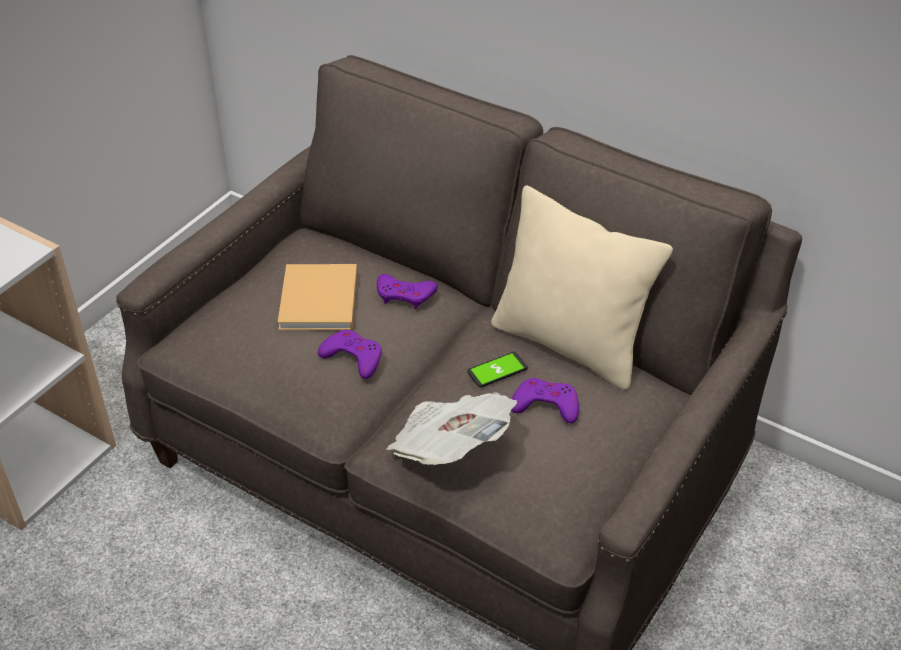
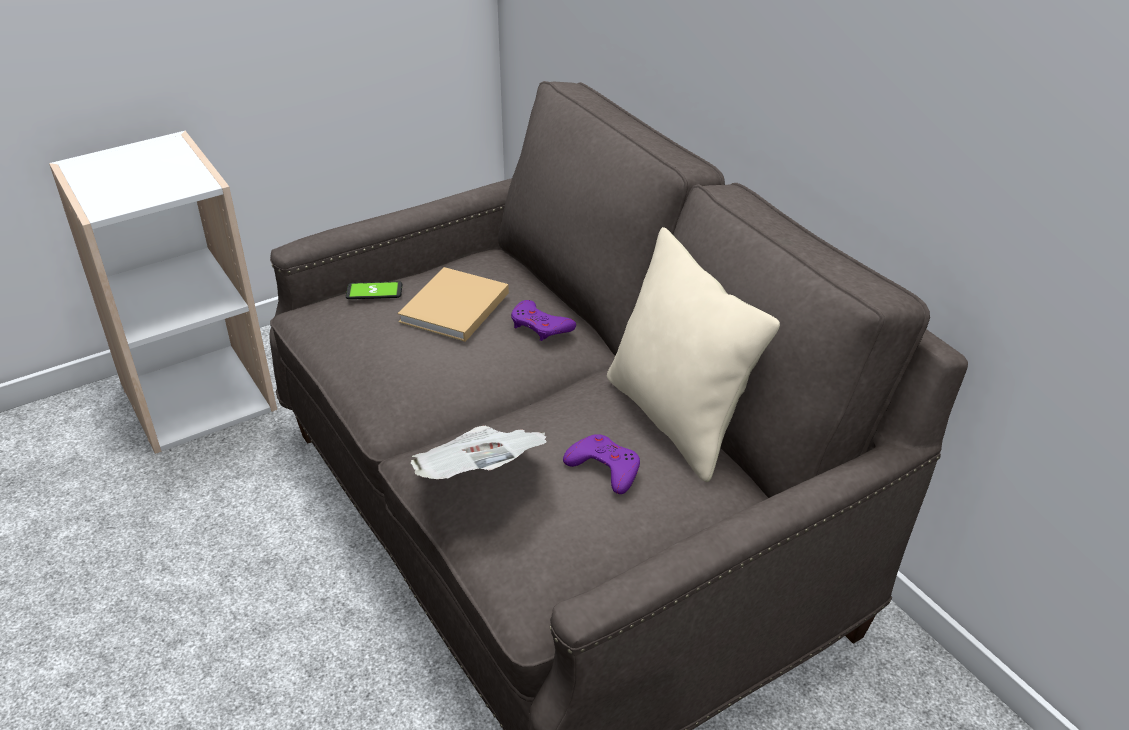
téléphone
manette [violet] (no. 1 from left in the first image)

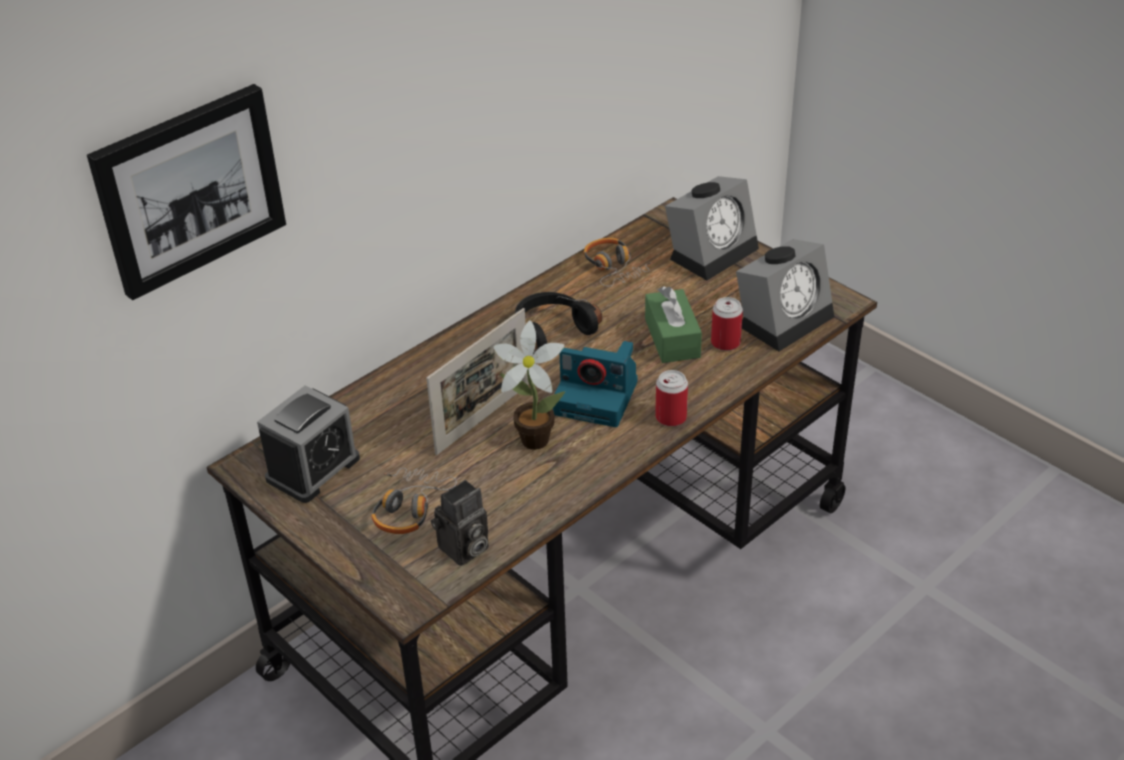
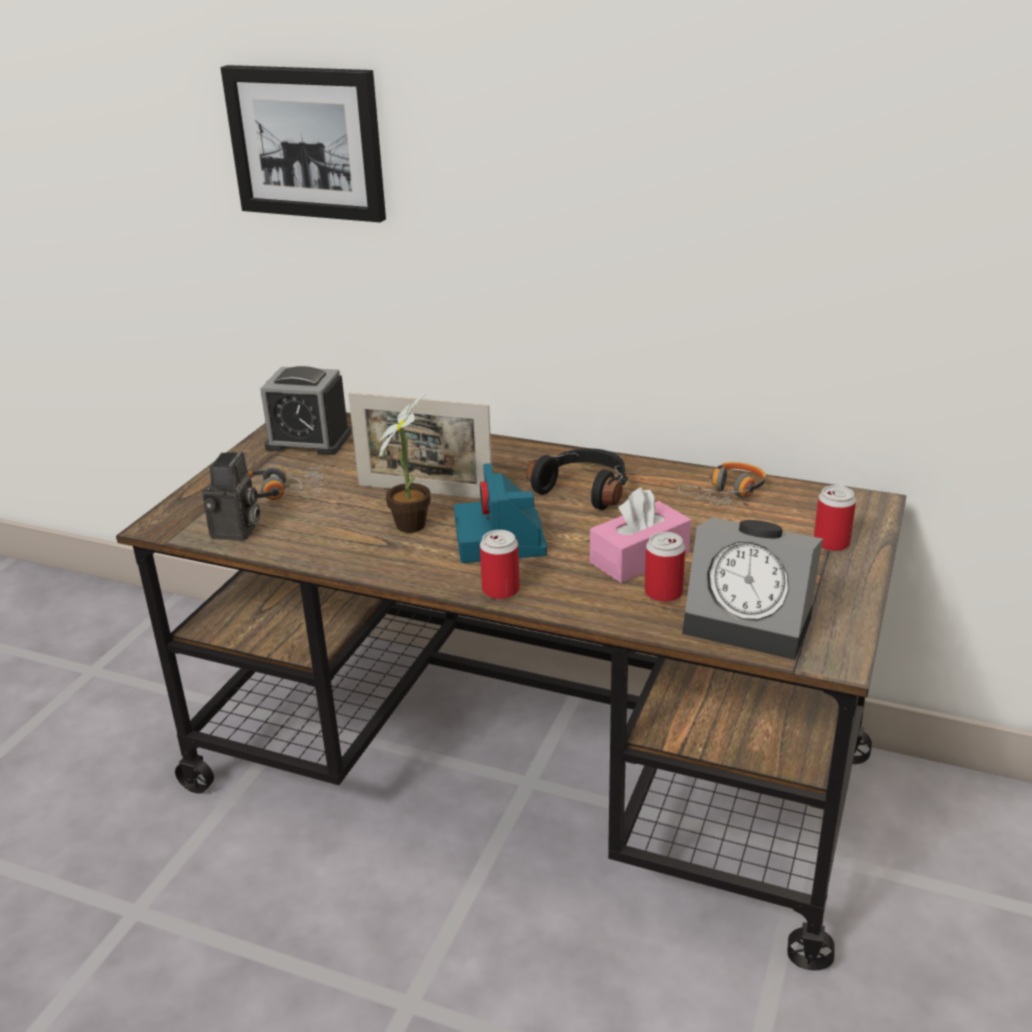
appareil photo (no. 1 from left)
boîte à mouchoirs [rose]
boîte métallique (no. 3 from left)

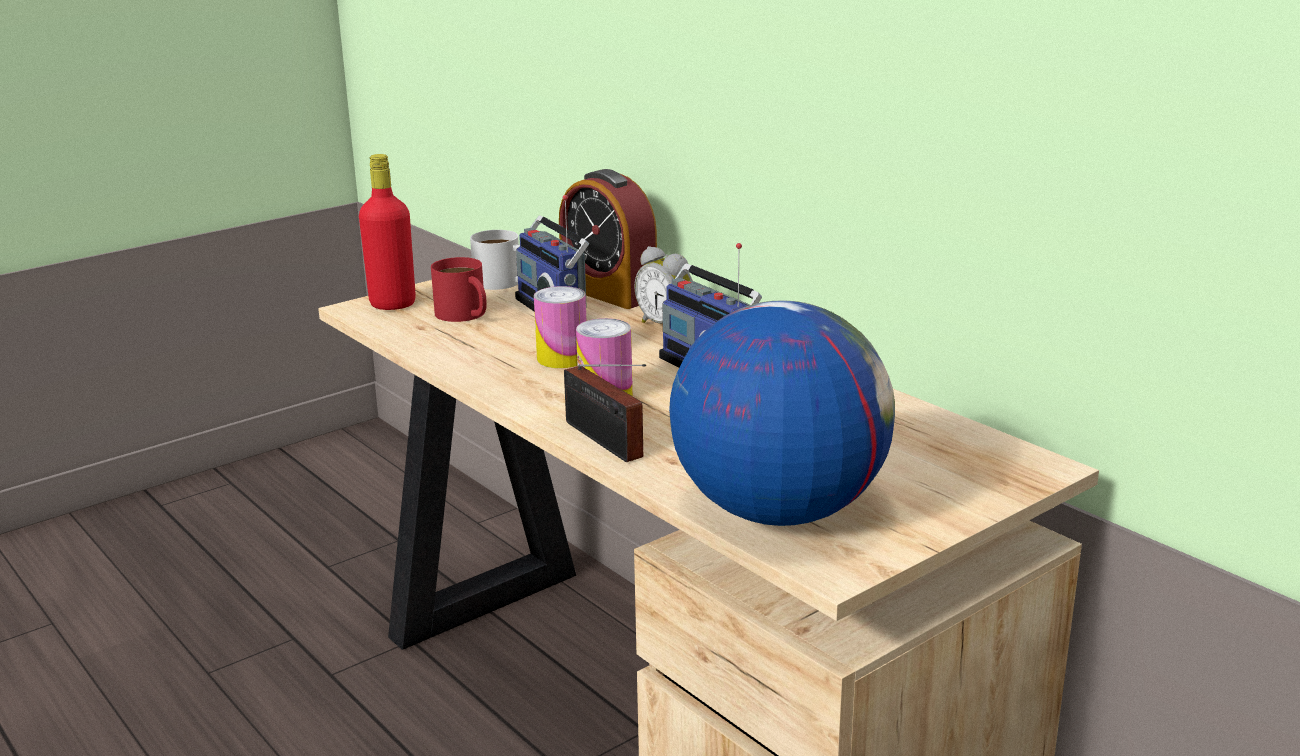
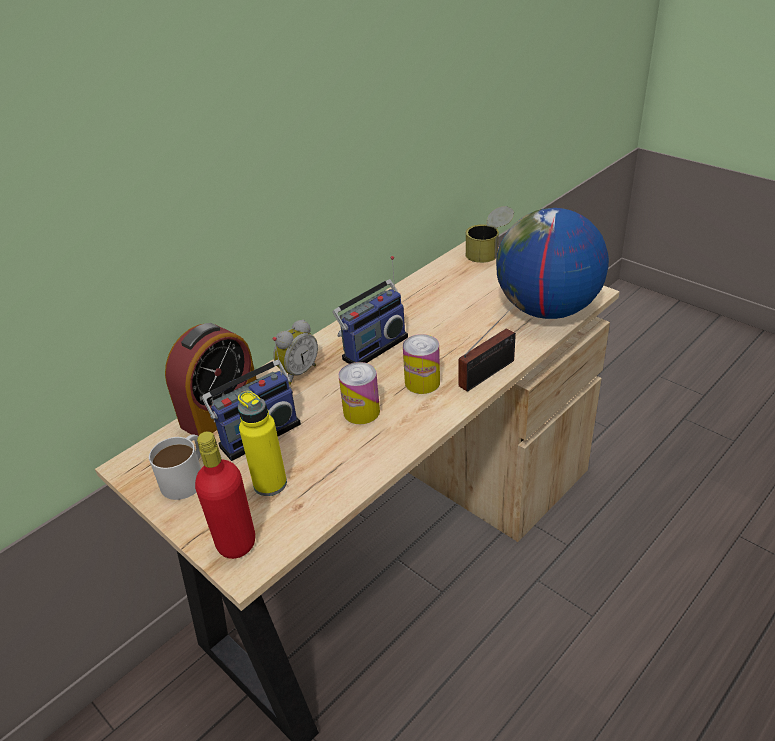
bouteille [jaune]
boîte métallique (no. 3 from left)

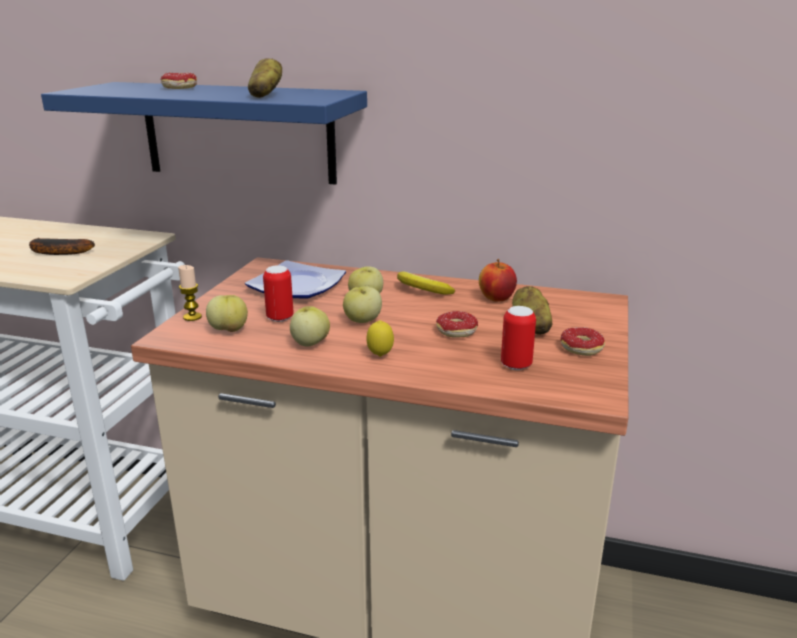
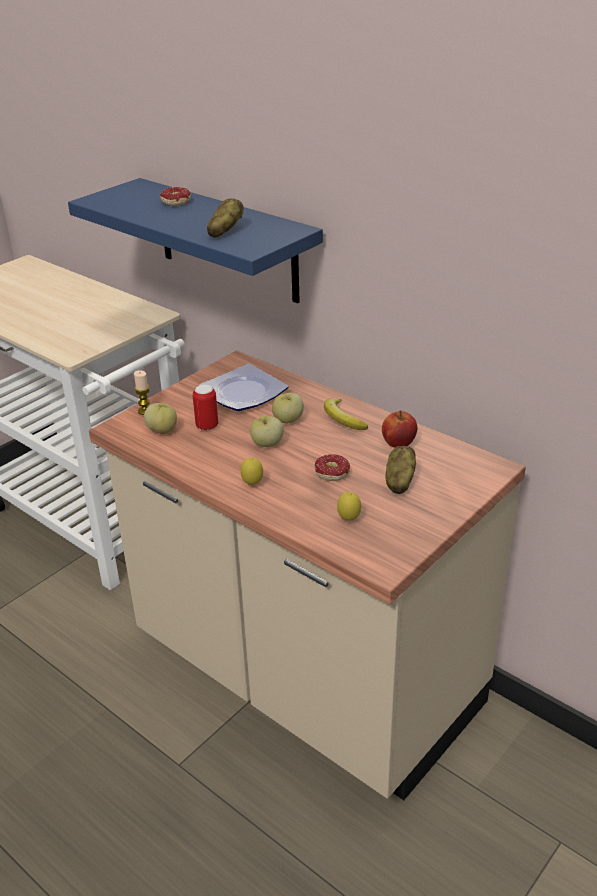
citron (no. 2 from left)
banane (no. 1 from left in the first image)
pomme (no. 2 from left in the first image)
beignet (no. 3 from left in the first image)

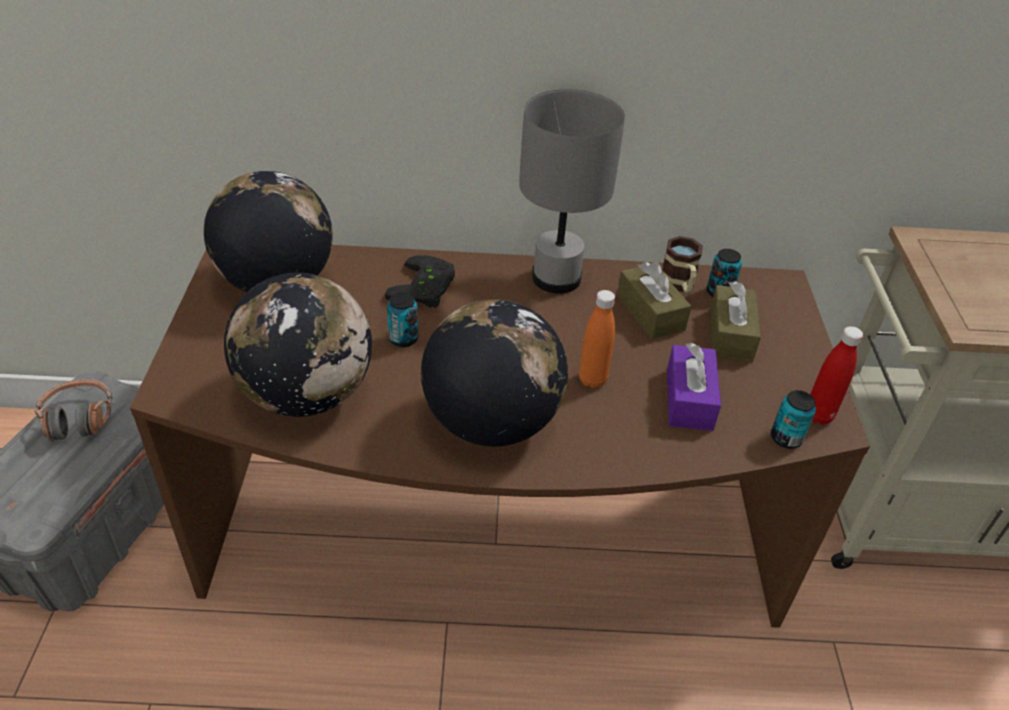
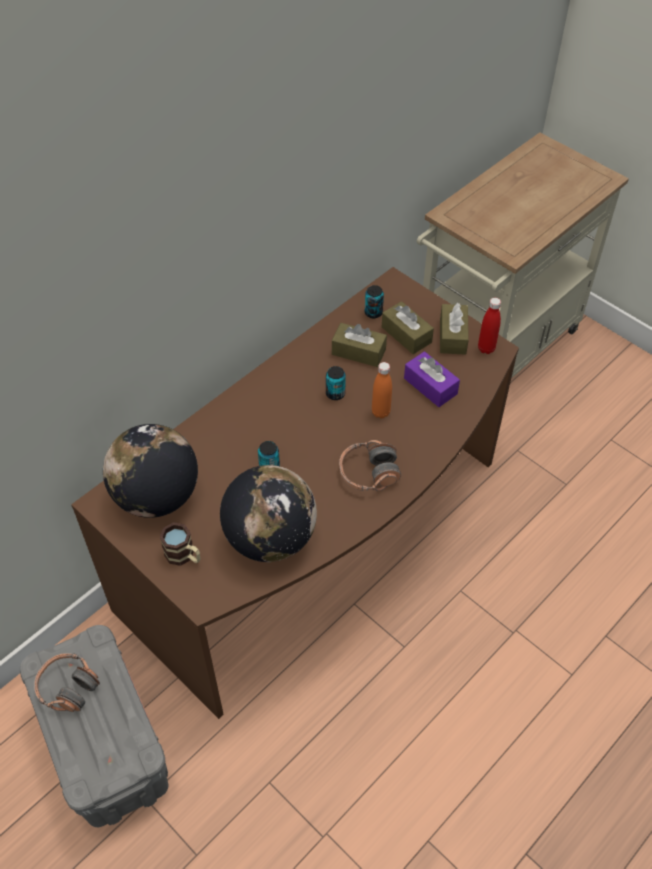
mug
boîte métallique (no. 2 from left)
casque audio (no. 2 from left)
boîte à mouchoirs [marron] (no. 3 from left)
manette [noir]
lampe de table [gris]

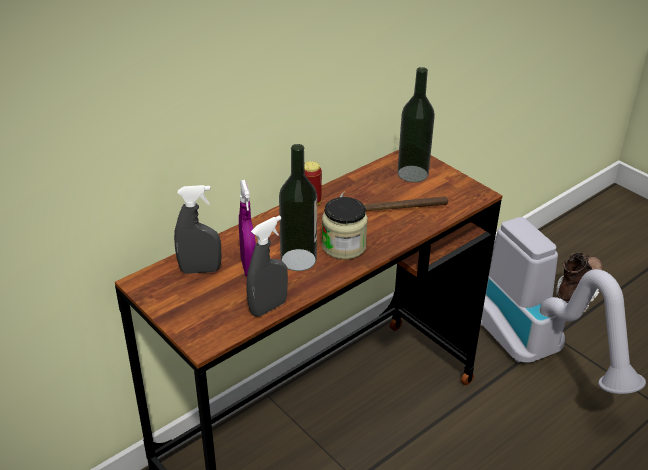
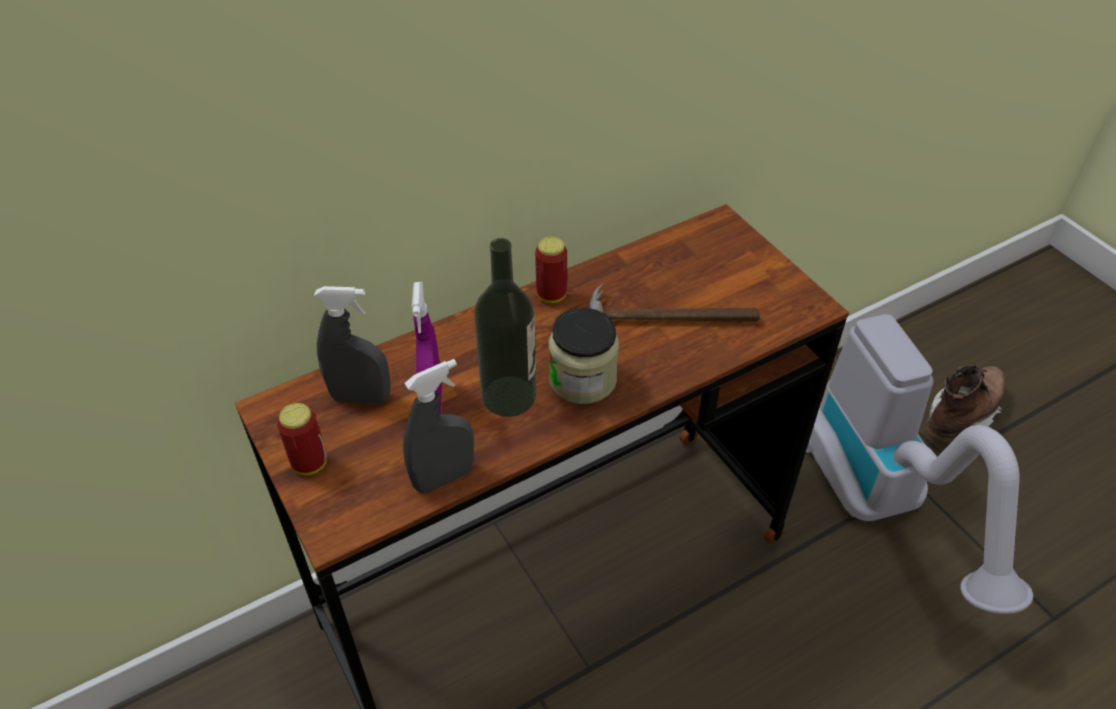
boîte métallique (no. 1 from left)
bouteille (no. 2 from left in the first image)

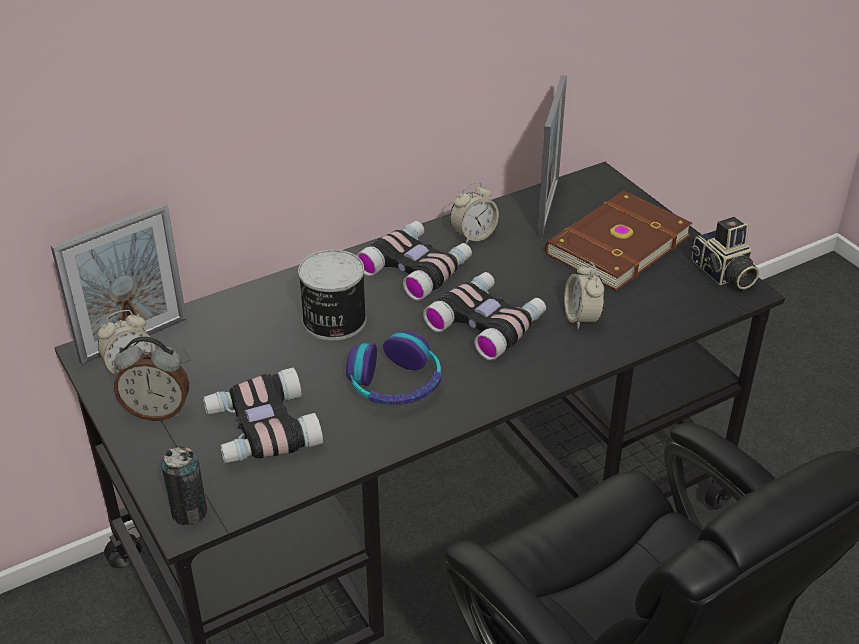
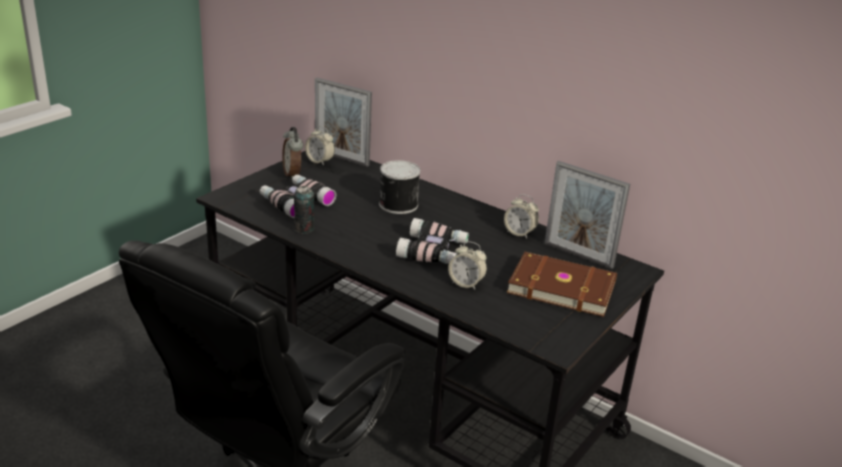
boîte métallique (no. 1 from left)
réveil (no. 3 from left)
cadre photo (no. 2 from left)
casque audio
jumelles (no. 2 from left in the first image)
appareil photo

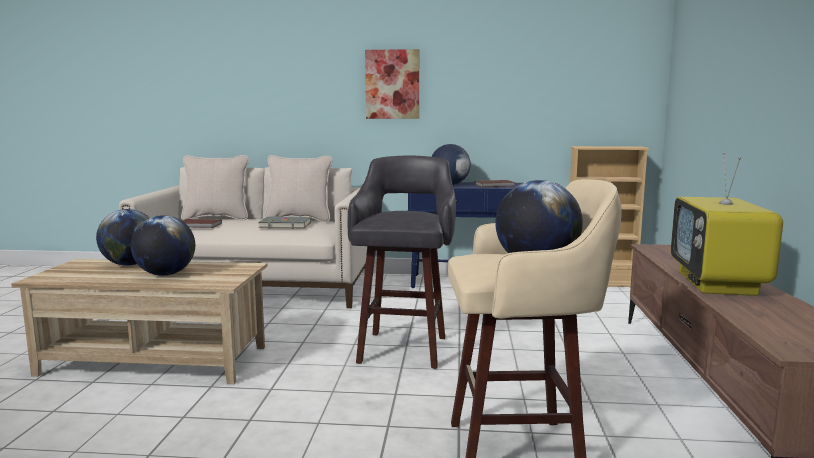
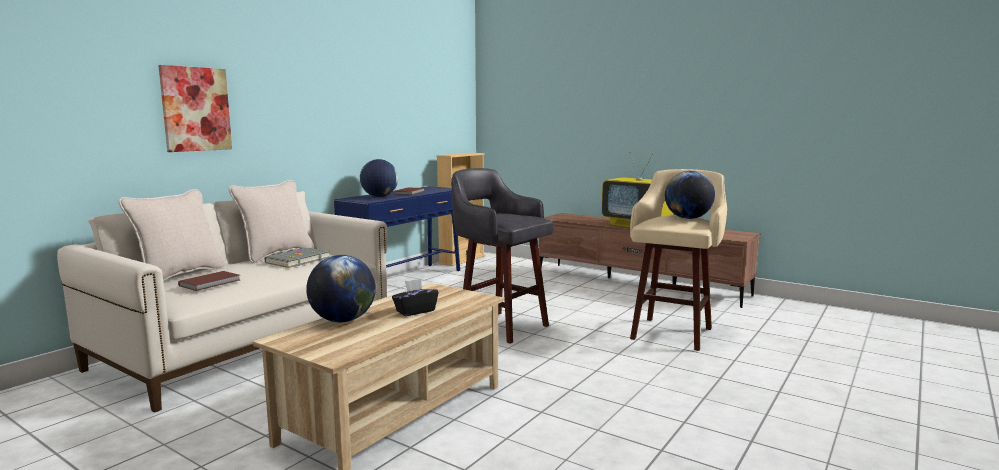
tableau
boîte à mouchoirs [noir]

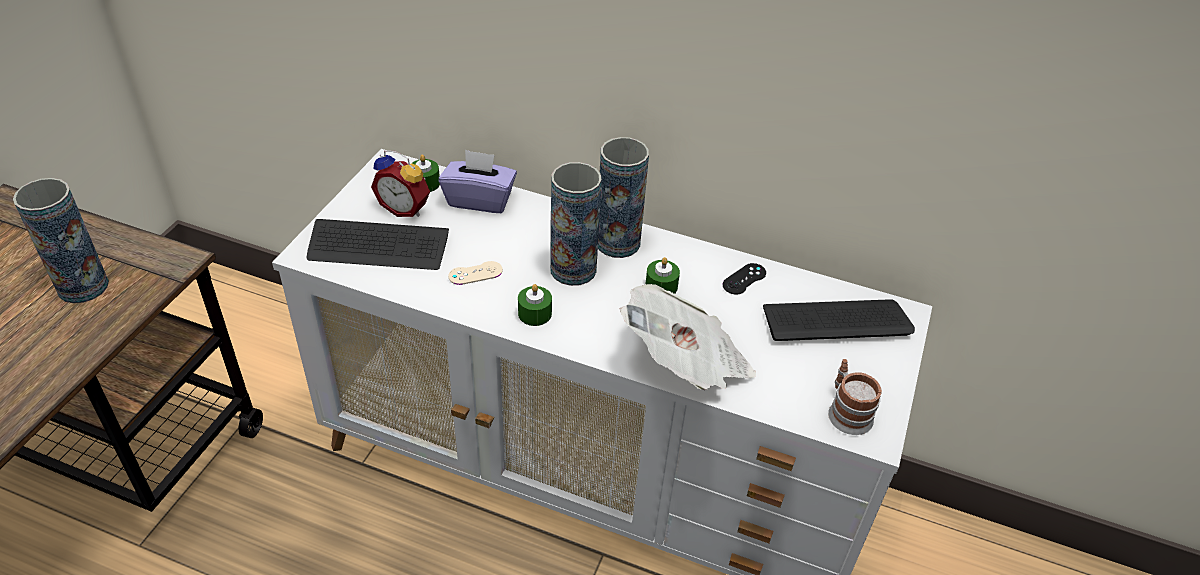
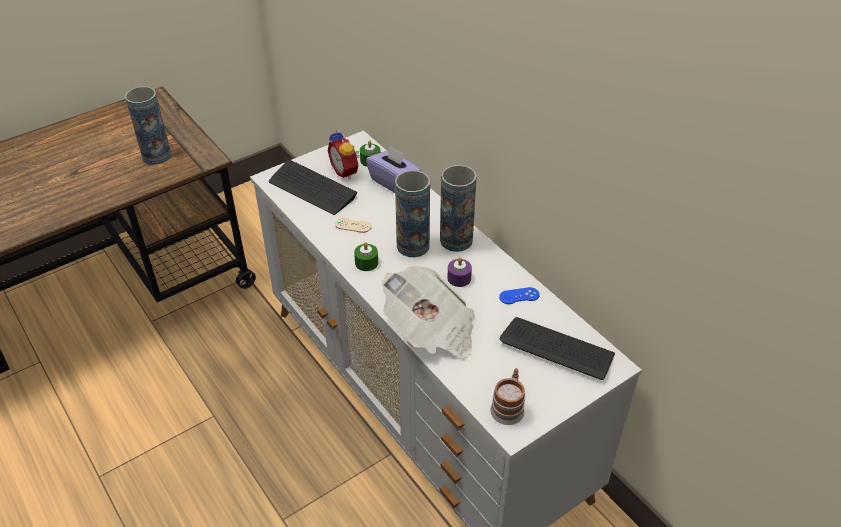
bougie [violet]
manette [bleu]

